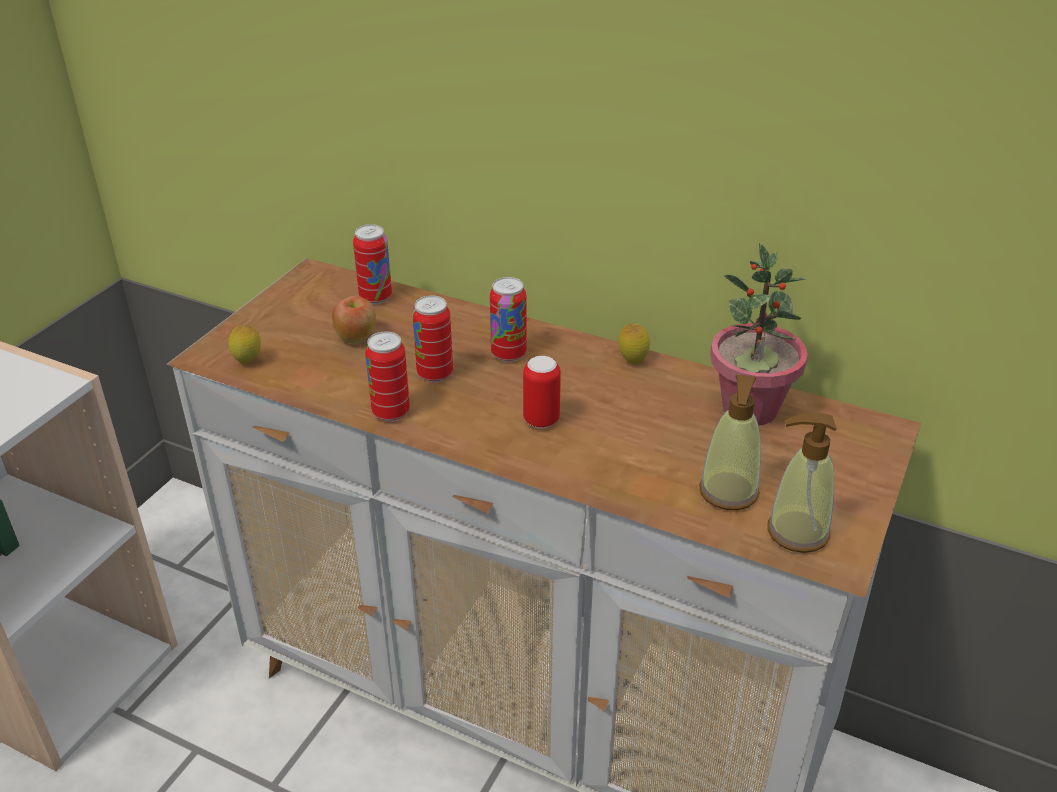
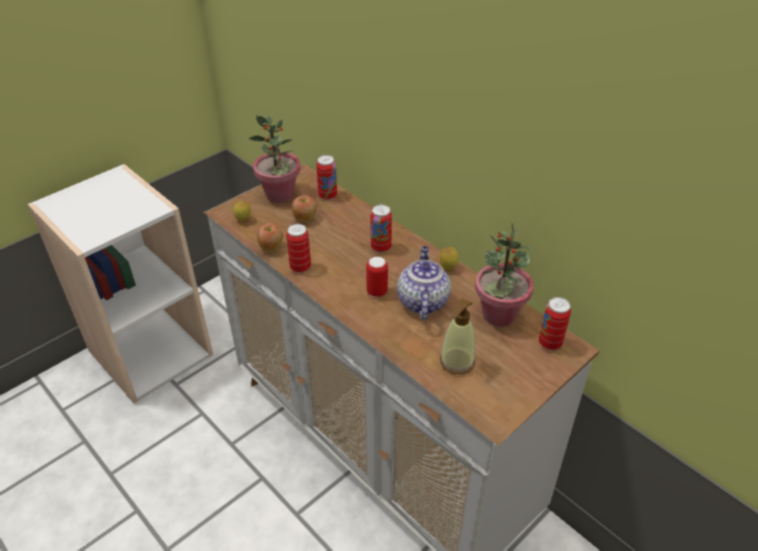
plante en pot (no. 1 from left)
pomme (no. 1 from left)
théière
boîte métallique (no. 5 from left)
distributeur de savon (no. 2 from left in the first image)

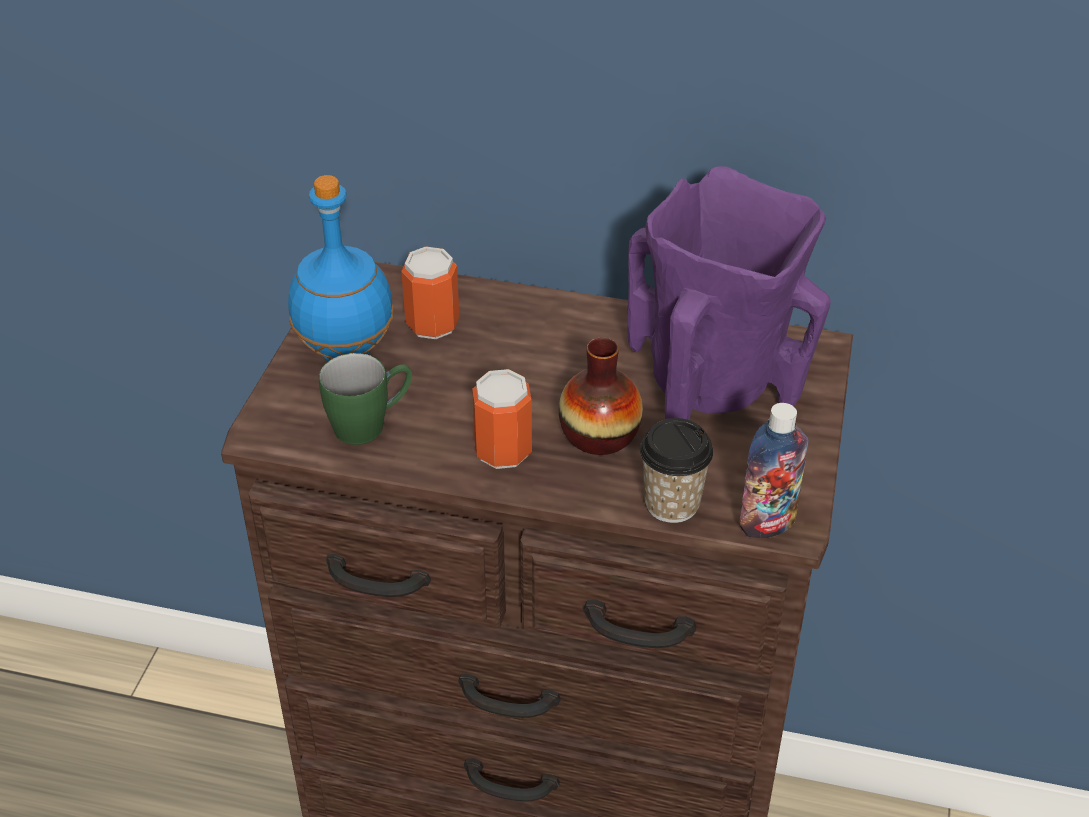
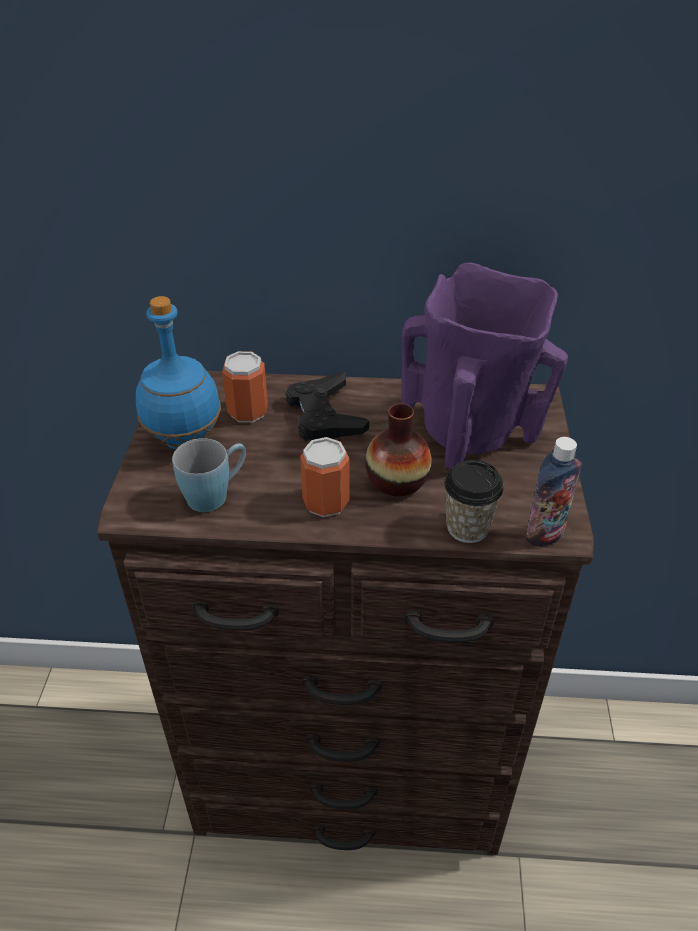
mug [bleu]
manette [noir]

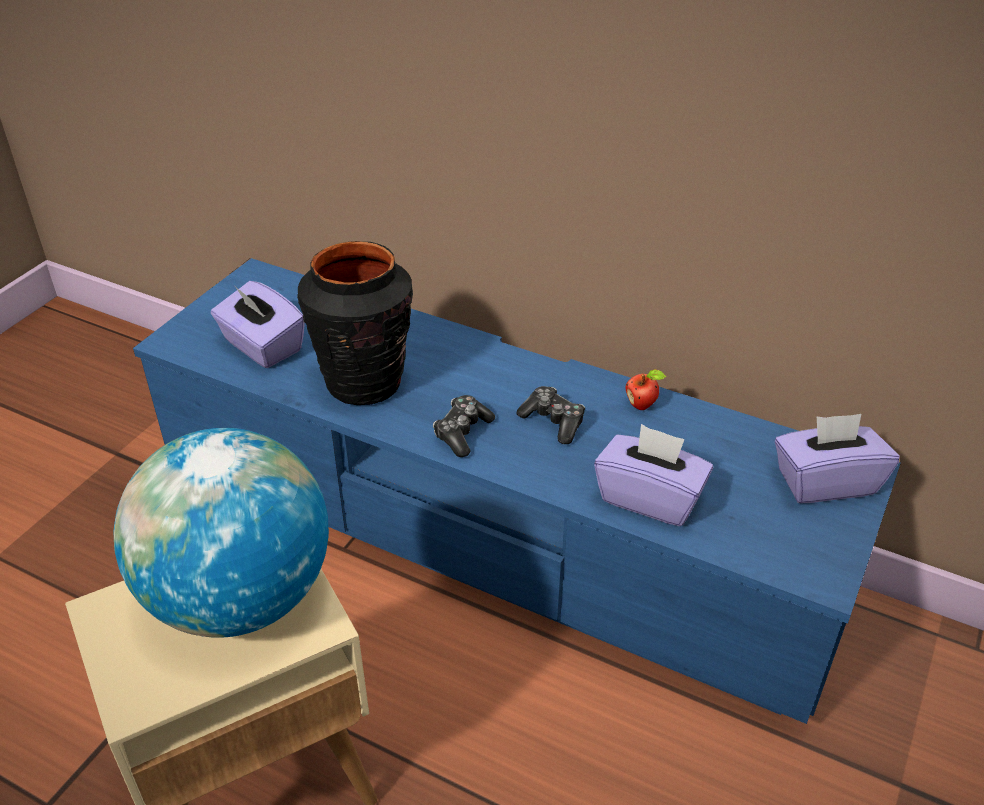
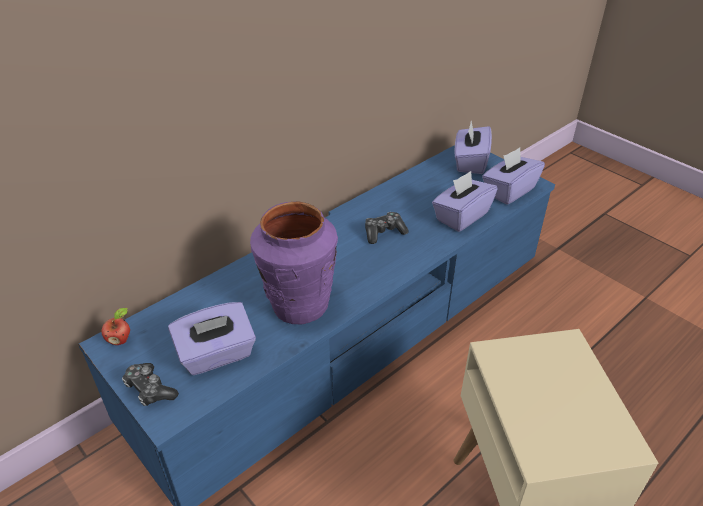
pomme
manette (no. 1 from left)
vase [violet]
boîte à mouchoirs [violet] (no. 4 from left)
globe

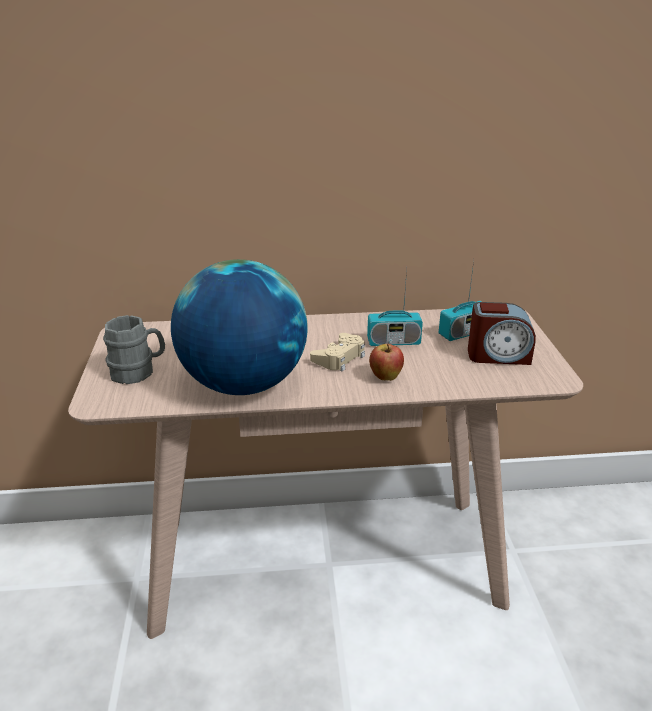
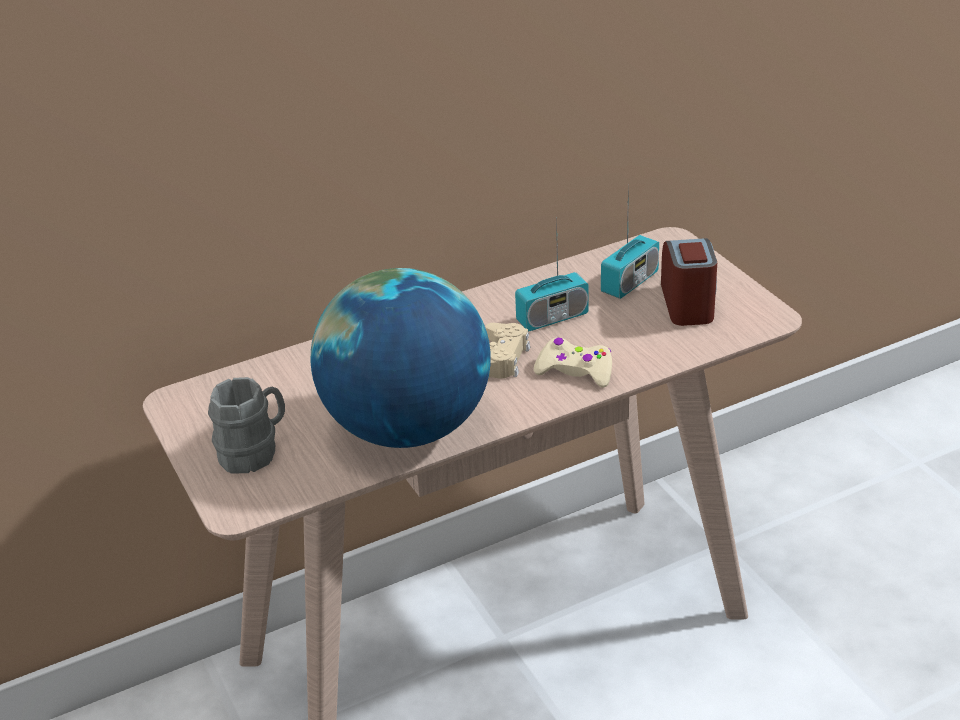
manette [beige] (no. 2 from left)
réveil

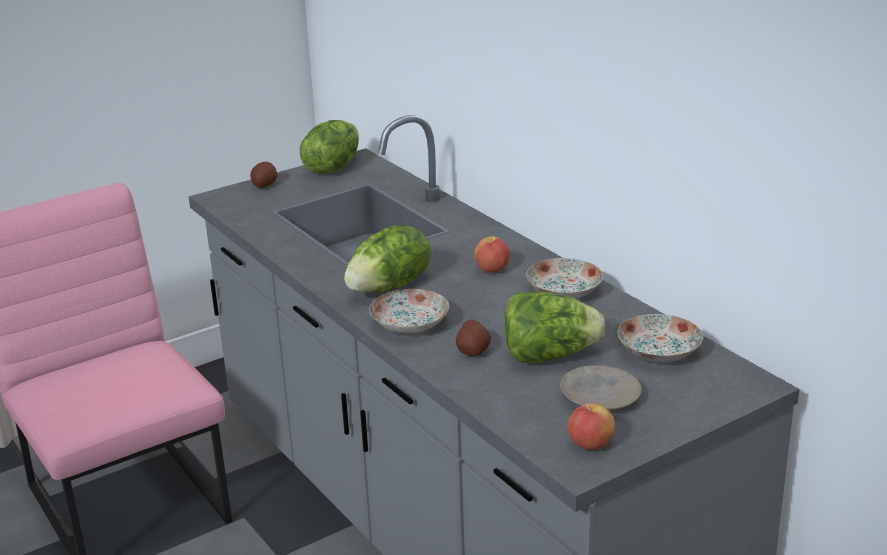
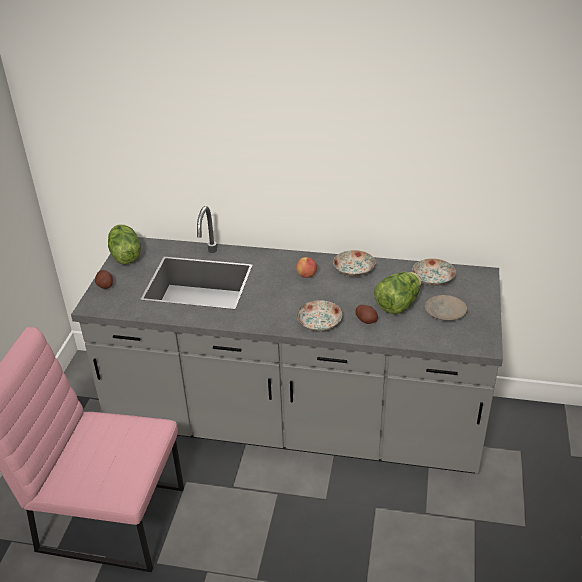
laitue (no. 2 from left in the first image)
pomme (no. 2 from left in the first image)

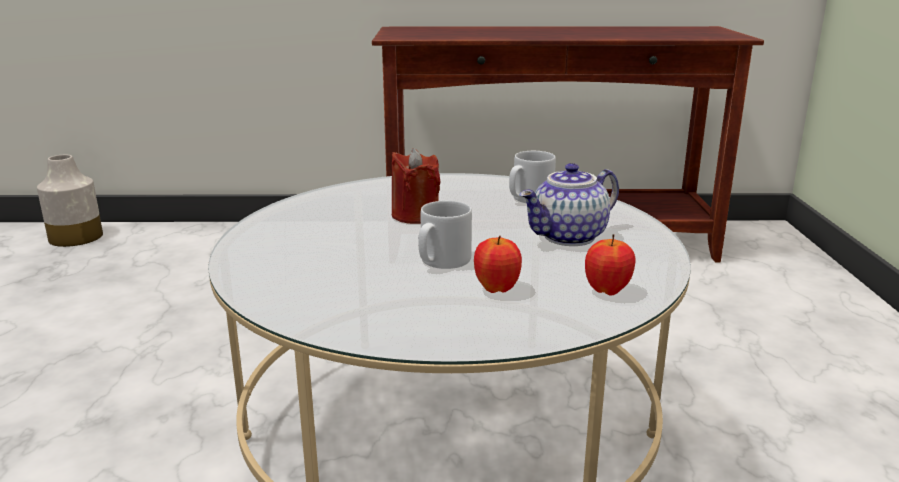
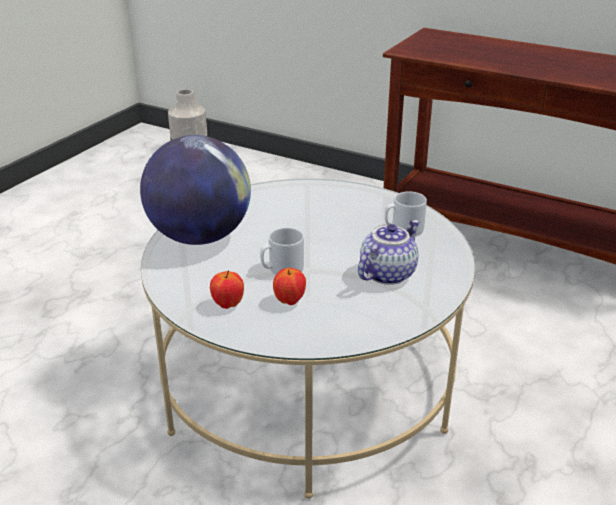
globe
pomme (no. 1 from left)
théière
bougie [rouge]

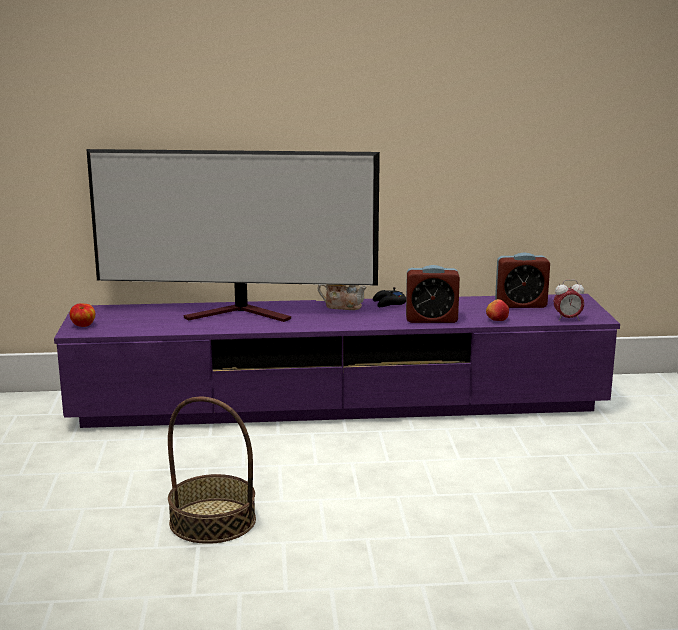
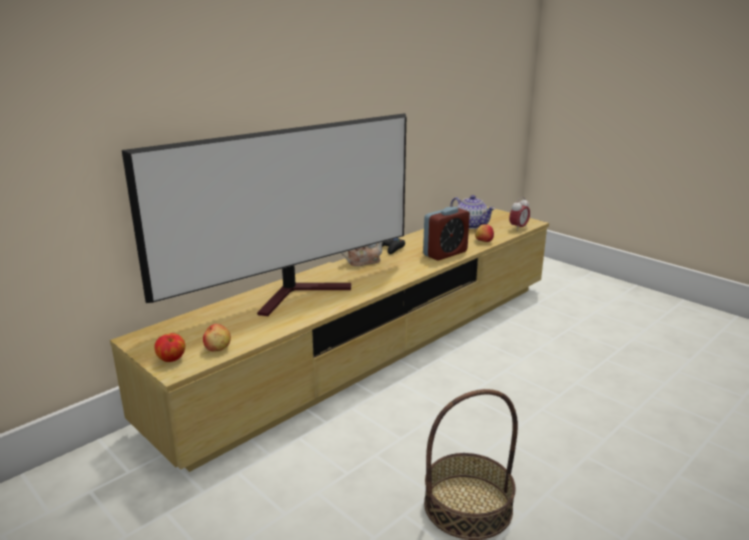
meuble télé [beige]
pomme (no. 2 from left)
théière (no. 2 from left)

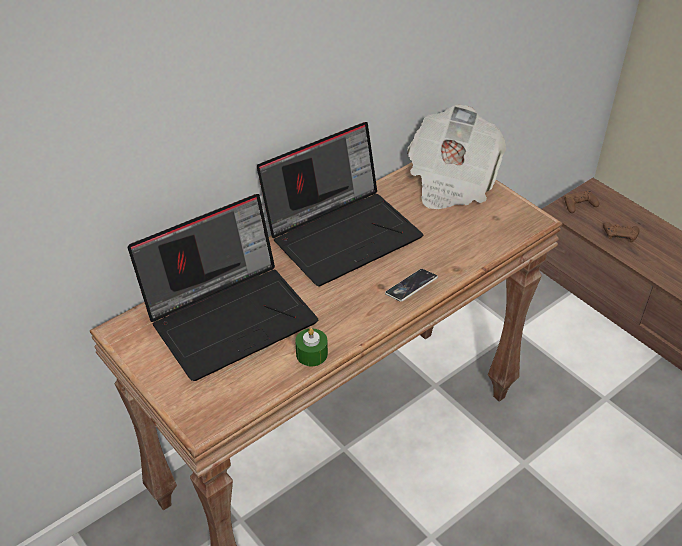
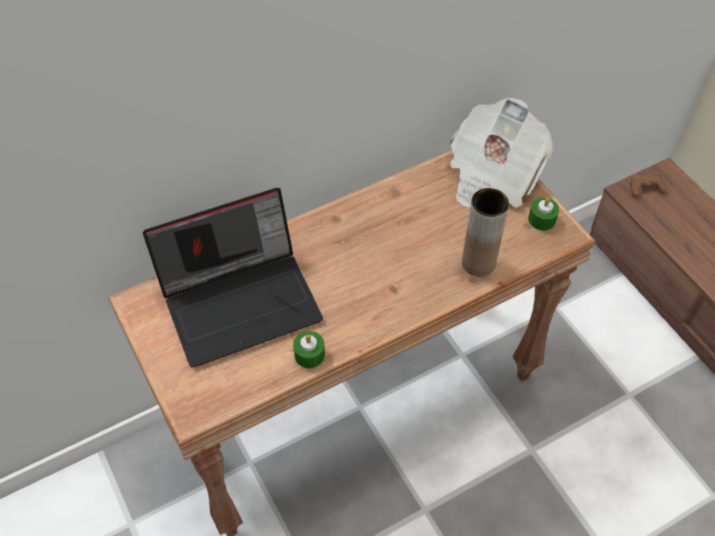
vase [marron]
bougie [vert] (no. 2 from left)
ordinateur portable (no. 2 from left in the first image)
téléphone
manette [marron] (no. 2 from left in the first image)

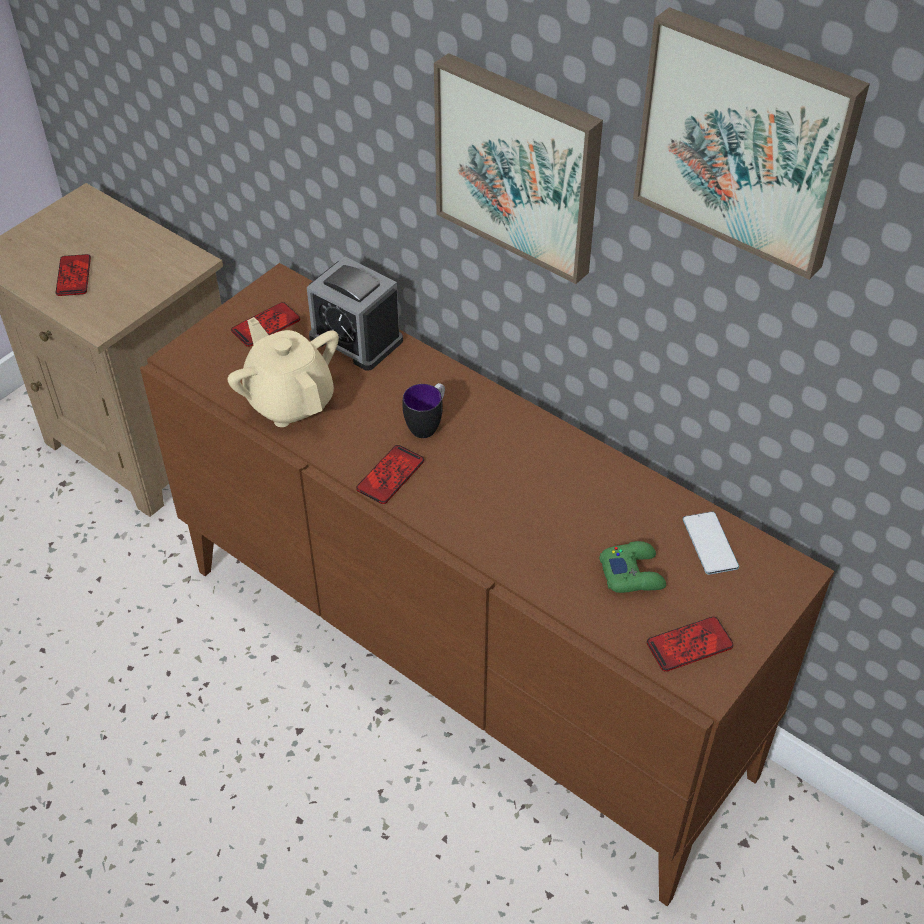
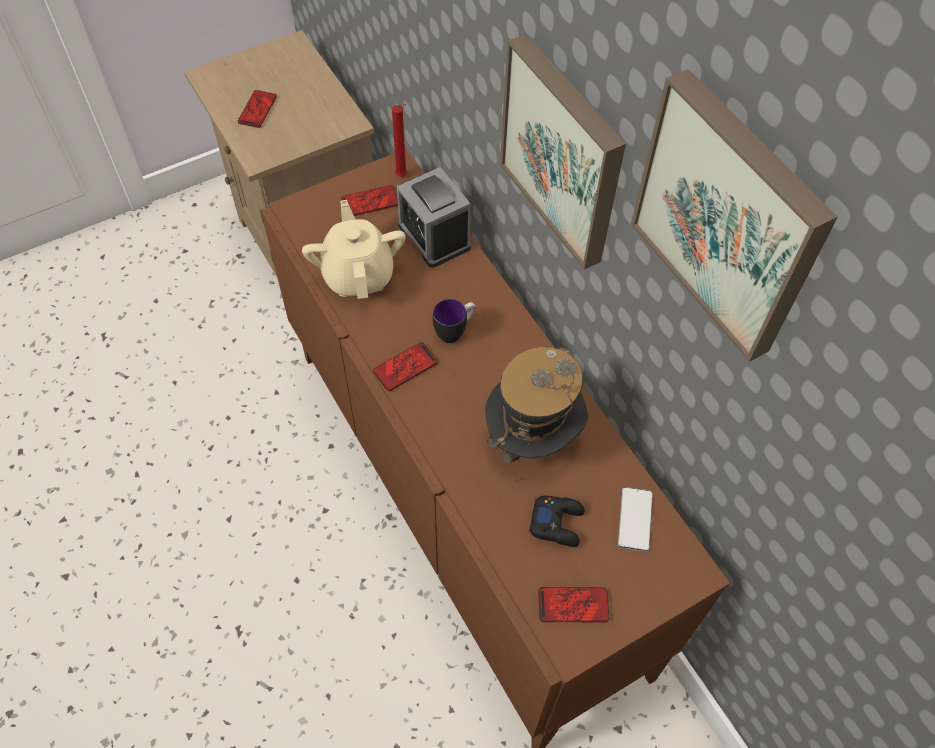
bougie [rouge]
chapeau
manette [noir]

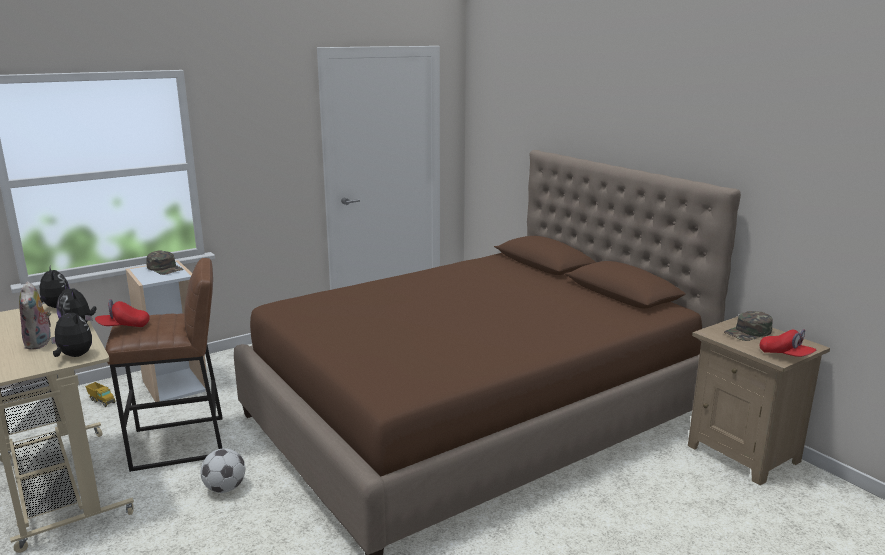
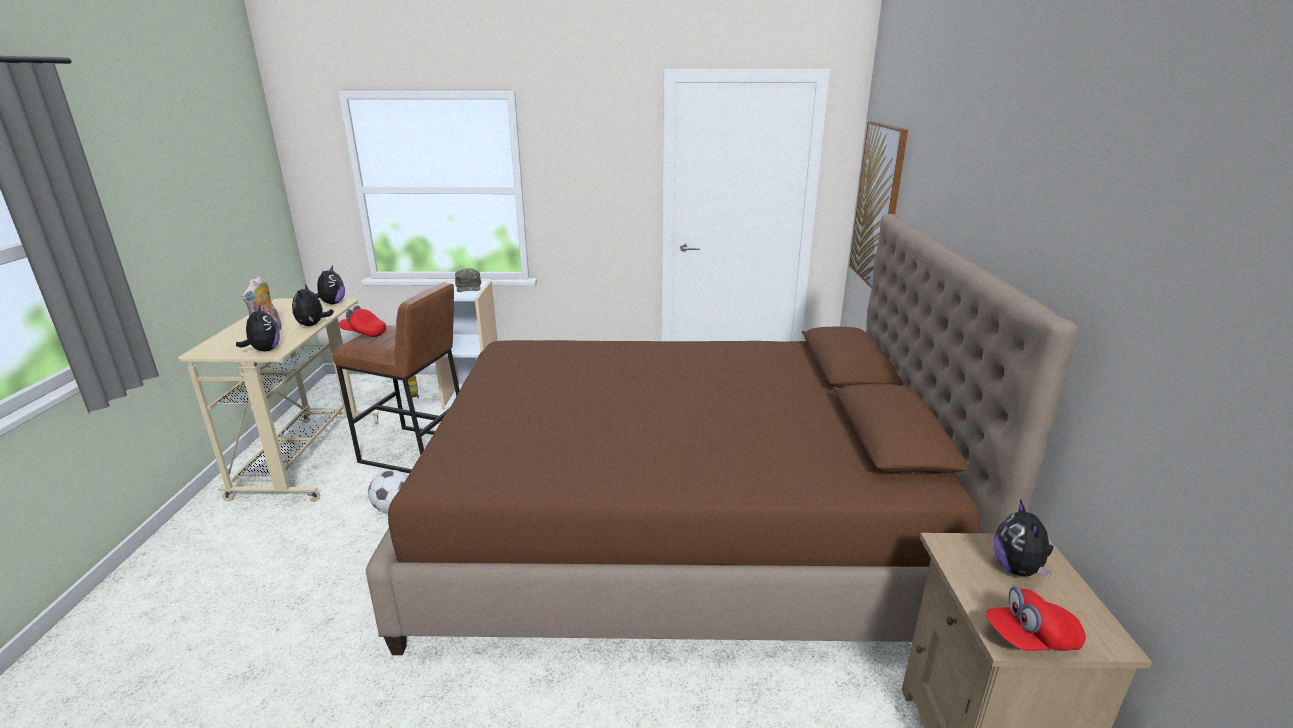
tableau
casquette [rouge] (no. 2 from left)
peluche (no. 5 from left)

